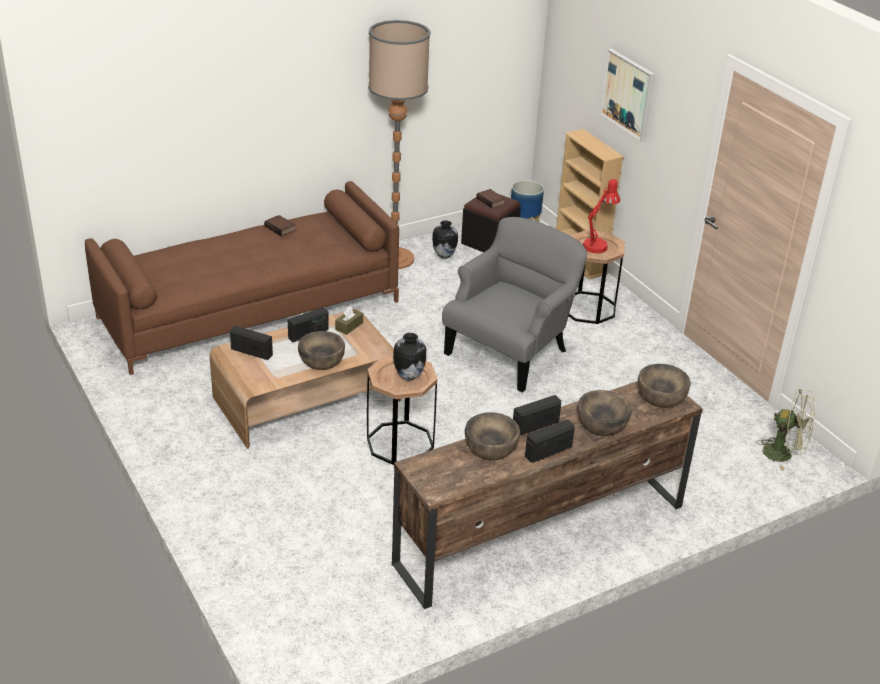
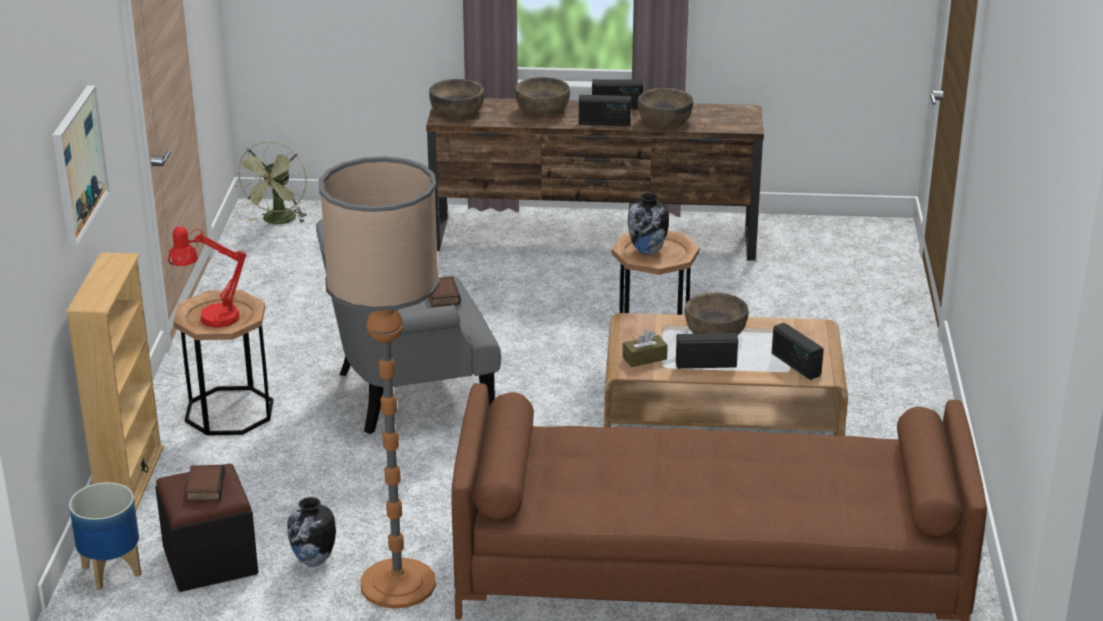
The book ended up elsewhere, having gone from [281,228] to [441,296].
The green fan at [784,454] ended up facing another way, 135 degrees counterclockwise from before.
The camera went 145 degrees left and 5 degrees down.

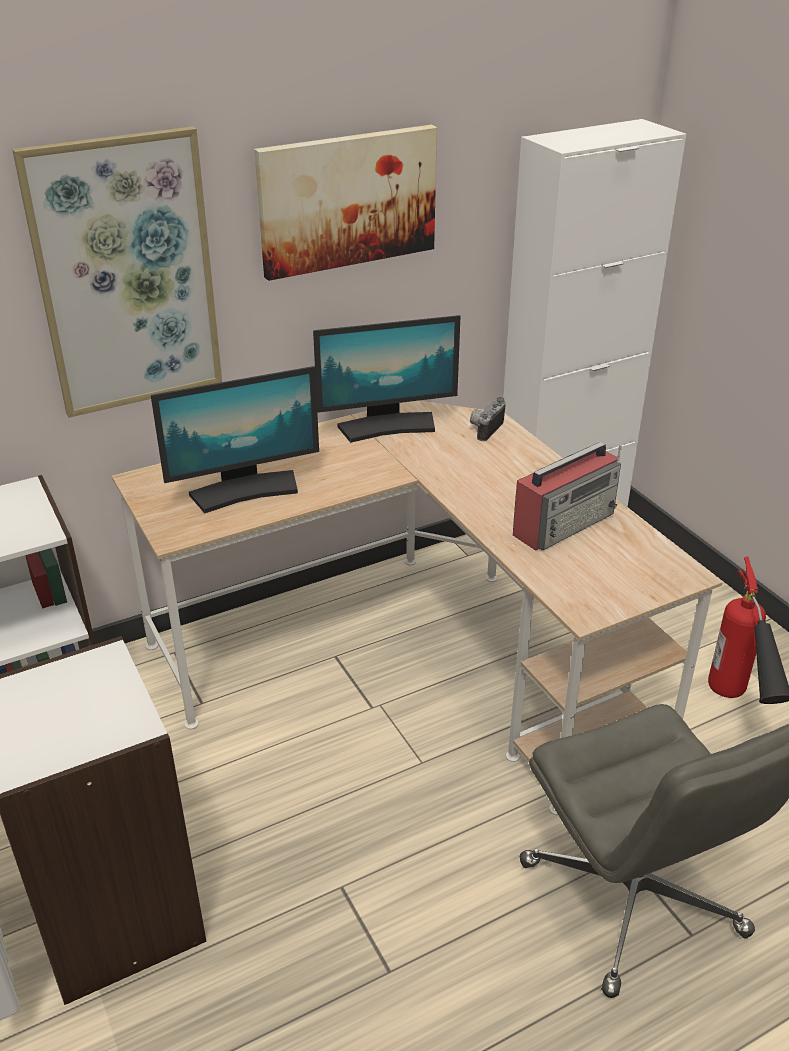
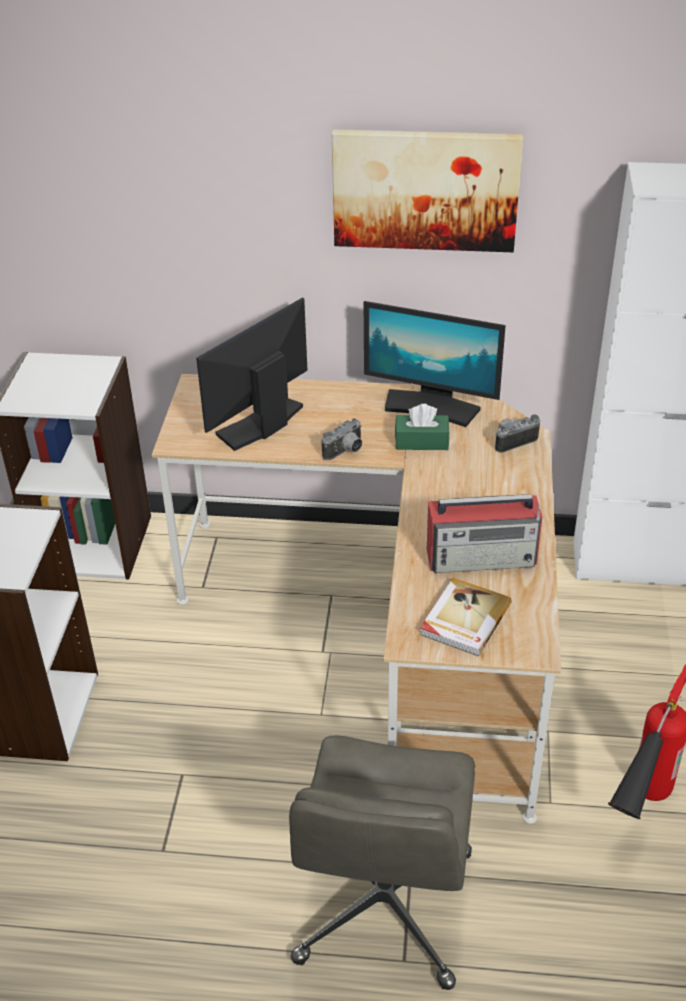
The second view lost the picture at [126,275].
The second view gained the photo camera at [346,452].
The second view gained the green tissue box at [421,441].
The second view gained the book at [464,619].
The monitor at [245,490] ended up facing another way, 120 degrees clockwise from before.
The camera went 35 degrees right and 5 degrees up.

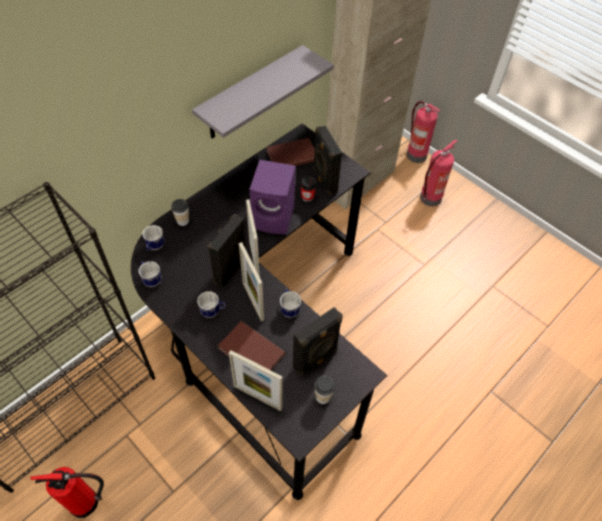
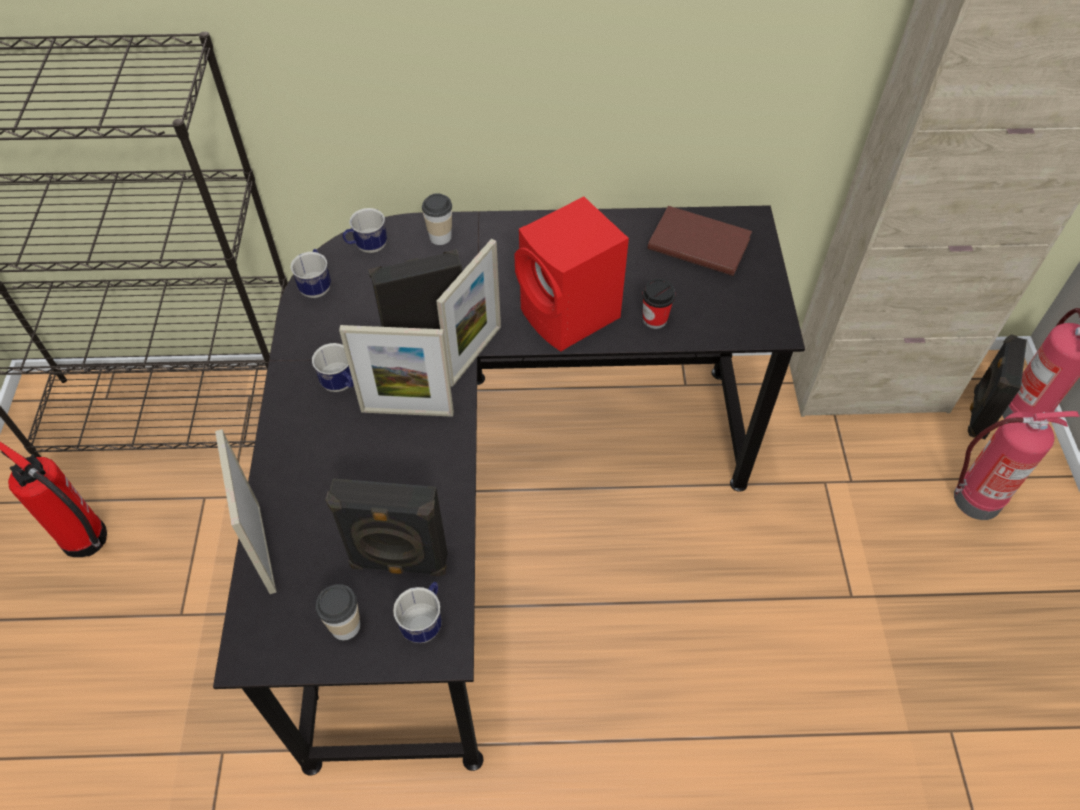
The second view lost the grey shelf at [250,94].
The second view lost the brown book at [251,353].
The mug ended up elsewhere, having gone from [289,308] to [425,621].
The black speaker ended up elsewhere, having gone from [324,180] to [977,413].
What was the purple speaker at [275,217] turned into the red speaker at [571,316].
The picture frame at [253,301] ended up facing another way, 105 degrees counterclockwise from before.
The camera went 45 degrees right and 0 degrees up.

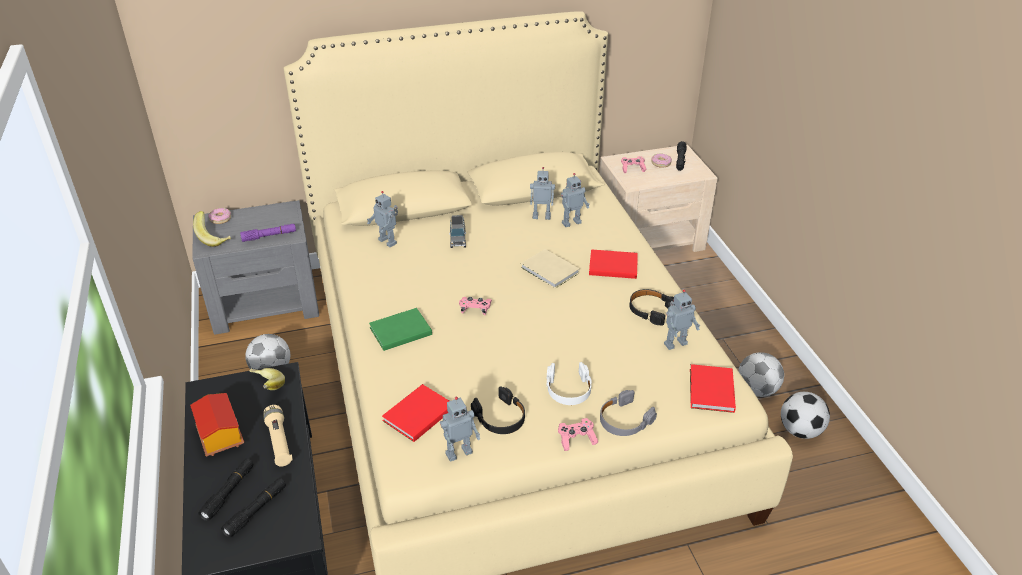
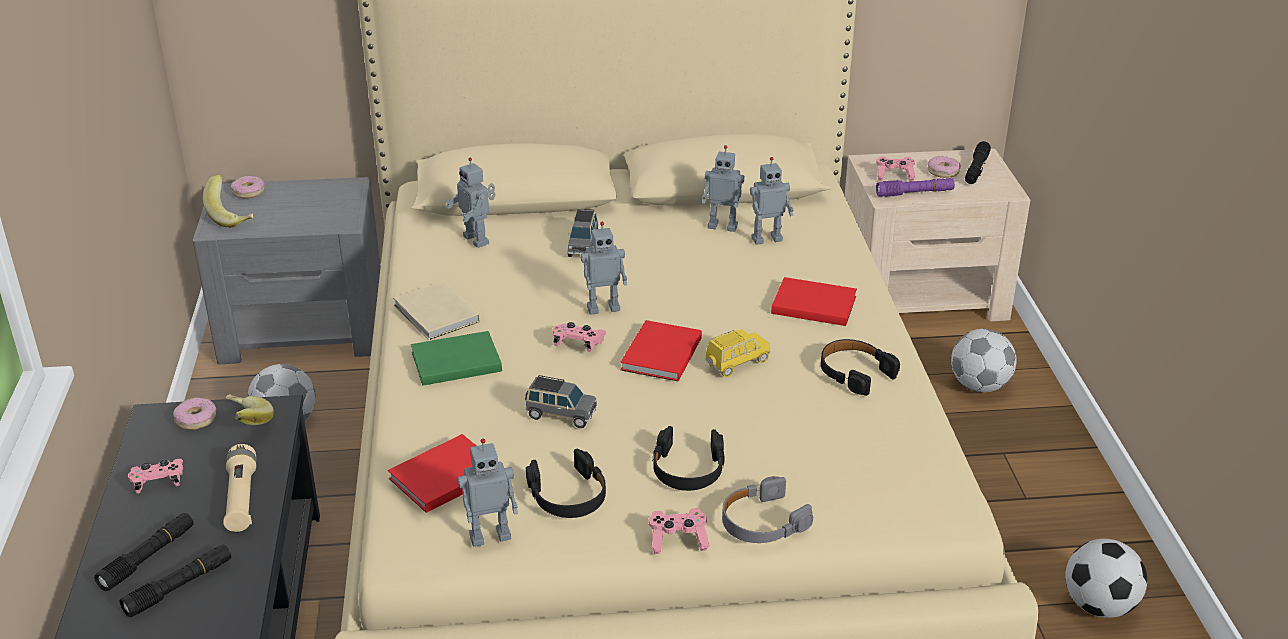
The second view gained the donut at [195,419].
The second view gained the grey toy car at [560,415].
The second view gained the yellow toy car at [736,363].
The purple flashlight ended up elsewhere, having gone from [269,236] to [915,193].
The beige book ended up elsewhere, having gone from [550,271] to [436,315].
The toy robot ended up elsewhere, having gone from [675,343] to [603,308].
The red book ended up elsewhere, having gone from [710,391] to [659,355].
The football ended up elsewhere, having gone from [757,390] to [979,386].
Where the toy house stood at [219,437], the pink game controller came to stand at [158,482].
What was the white headphones at [568,389] turned into the black headphones at [688,469].
The camera went 10 degrees right and 5 degrees down.

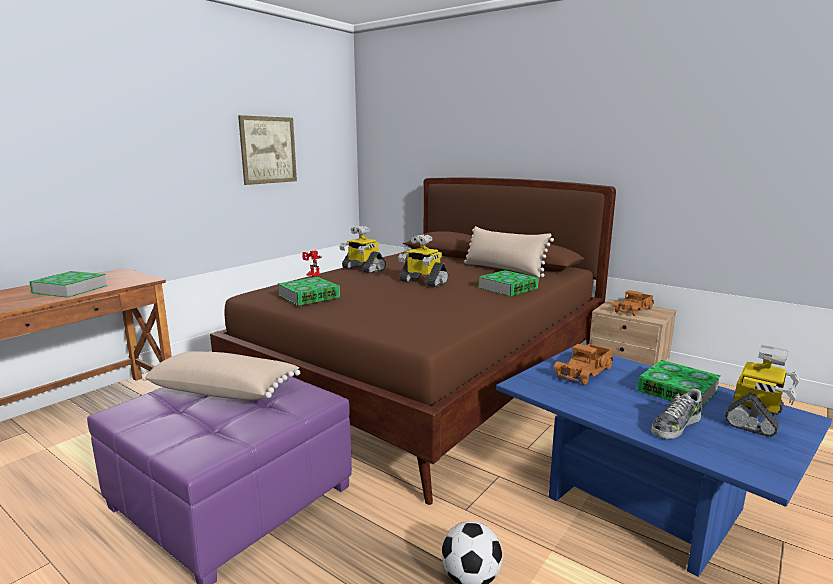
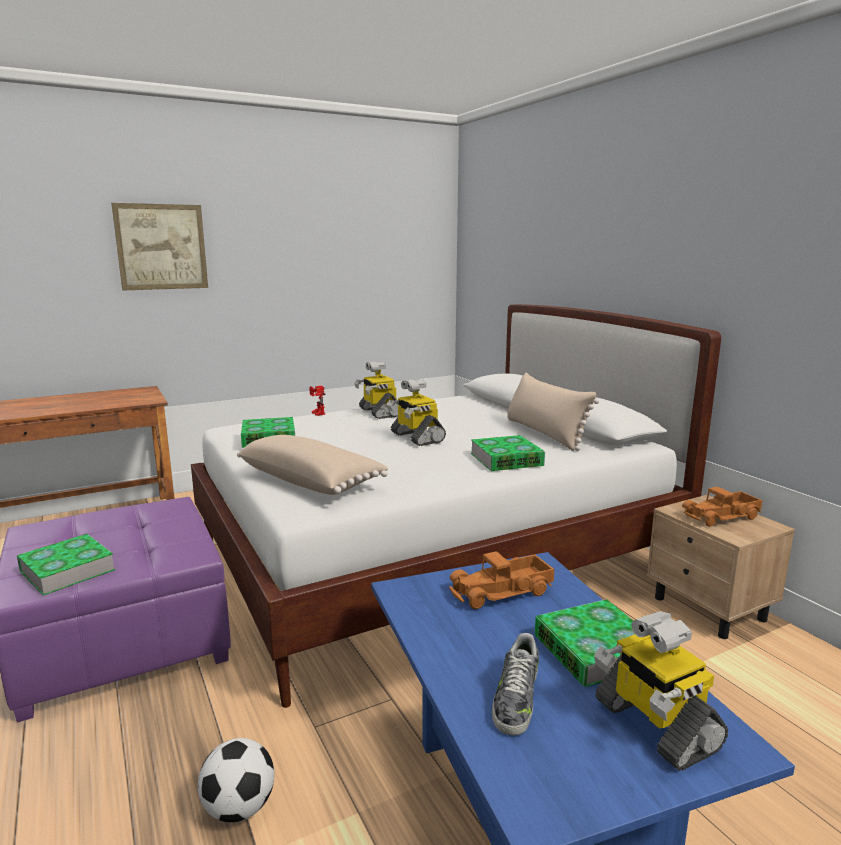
The book ended up elsewhere, having gone from [70,289] to [67,570].
The beige pillow ended up elsewhere, having gone from [225,390] to [311,481].
The picture ended up elsewhere, having gone from [268,150] to [161,247].
What was the brown bed at [430,379] turned into the white bed at [433,558].
The shoe at [675,425] ended up facing another way, 60 degrees counterclockwise from before.
The toy robot at [755,418] ended up facing another way, 90 degrees clockwise from before.
The camera went 25 degrees right and 0 degrees up.

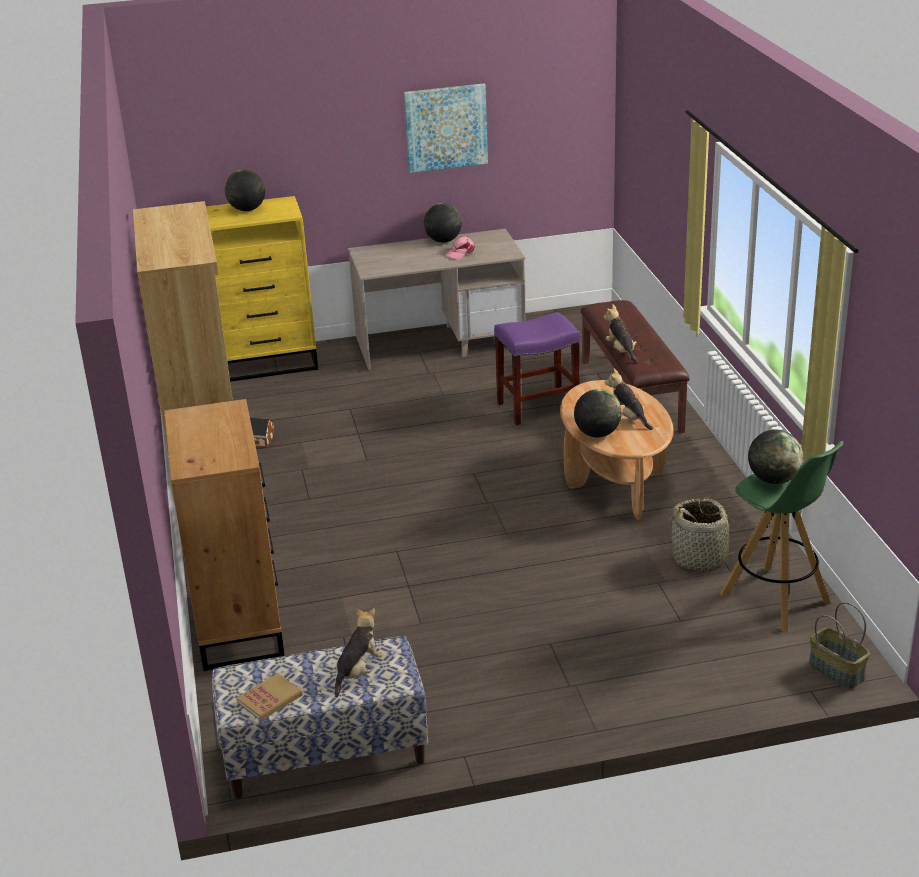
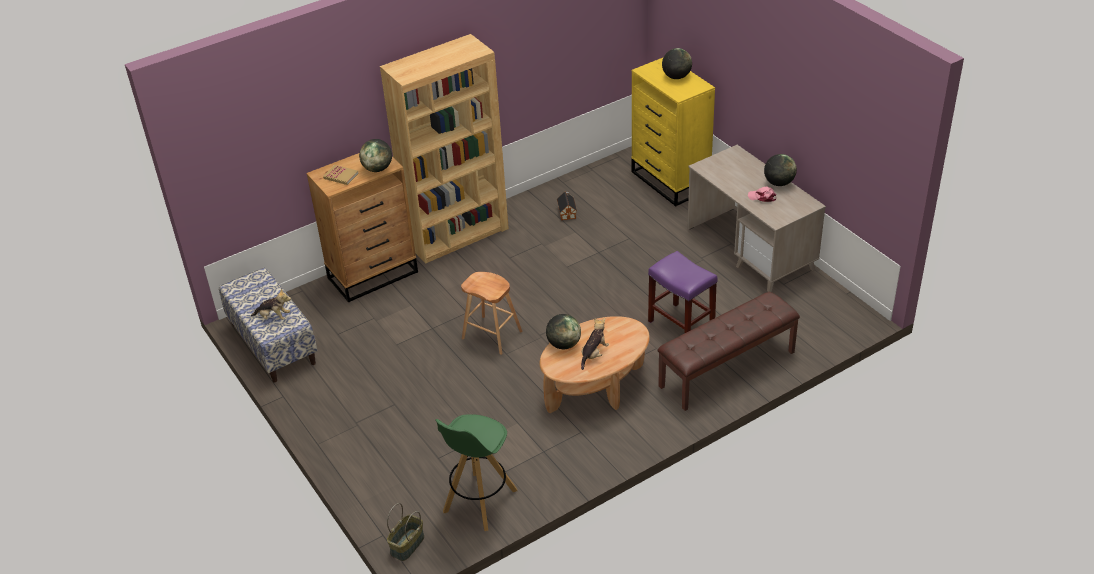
The second view lost the picture at [446,127].
The second view lost the plush toy at [621,351].
The second view lost the basket at [700,559].
The second view gained the brown stool at [491,335].
The book ended up elsewhere, having gone from [269,699] to [341,176].
The globe ended up elsewhere, having gone from [773,480] to [377,169].
The camera went 70 degrees right and 10 degrees up.

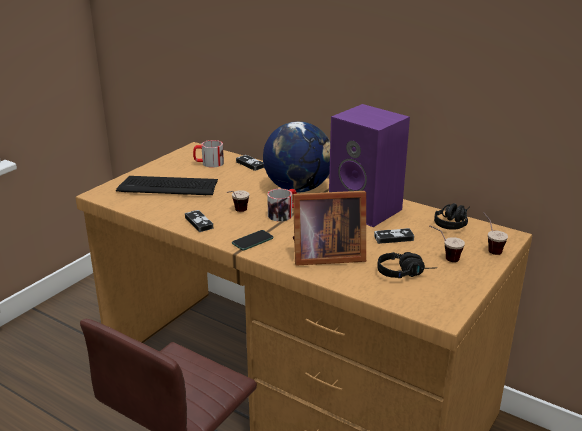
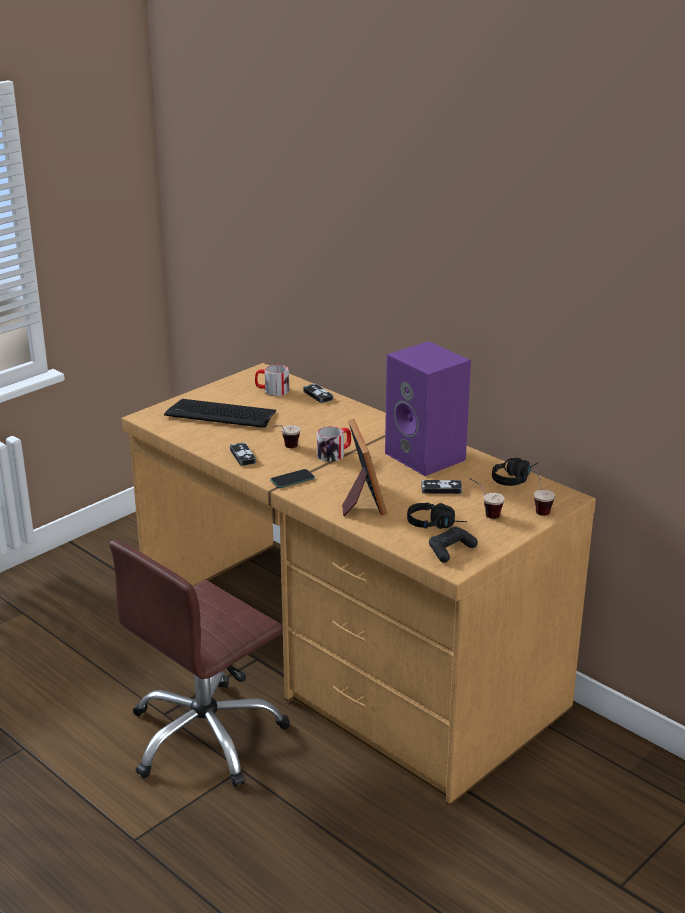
The second view lost the globe at [298,188].
The second view gained the black game controller at [450,550].
The picture frame at [325,255] ended up facing another way, 105 degrees counterclockwise from before.
The camera went 10 degrees right and 0 degrees up.

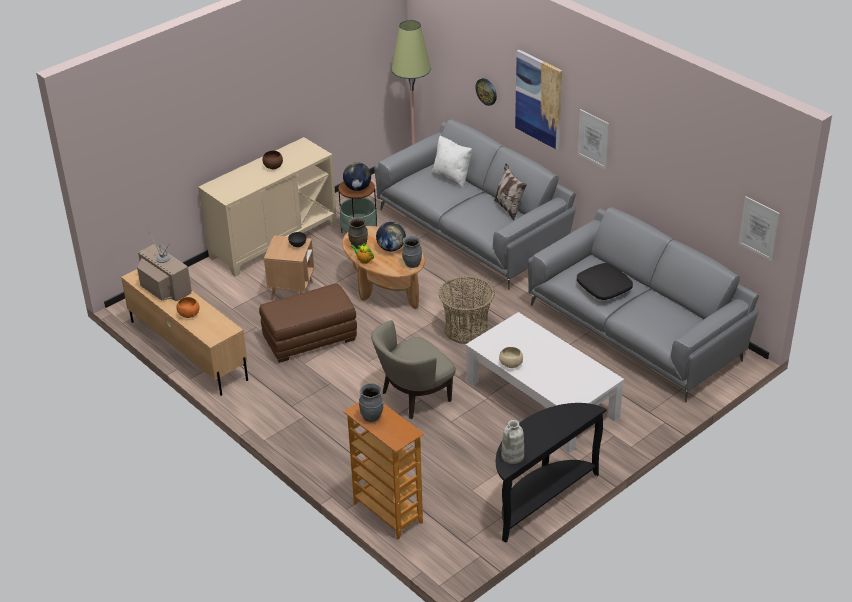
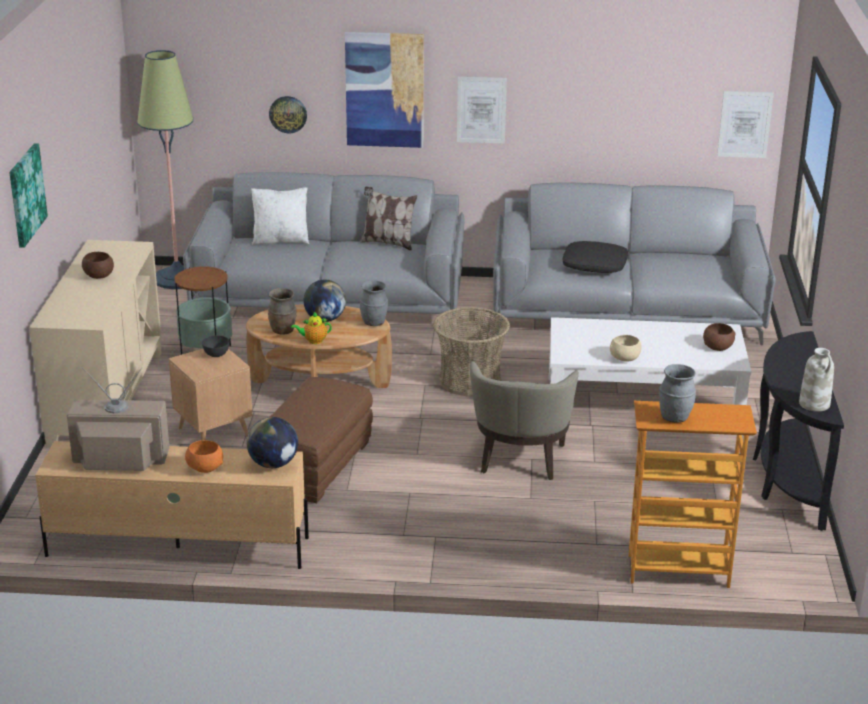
The second view gained the picture at [26,194].
The second view gained the brown bowl at [718,347].
The globe ended up elsewhere, having gone from [357,188] to [273,464].
The camera went 45 degrees left and 10 degrees down.

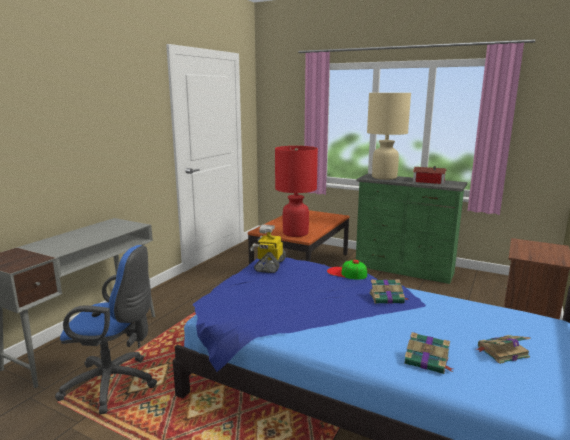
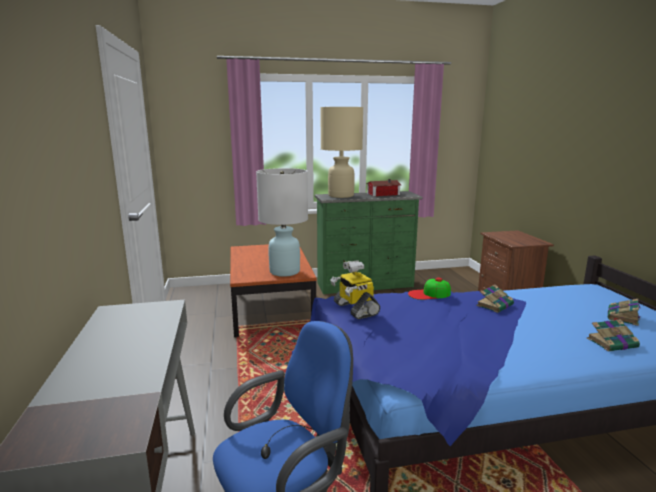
What was the red table lamp at [295,233] turned into the white table lamp at [285,272].
The camera went 40 degrees left and 0 degrees up.

